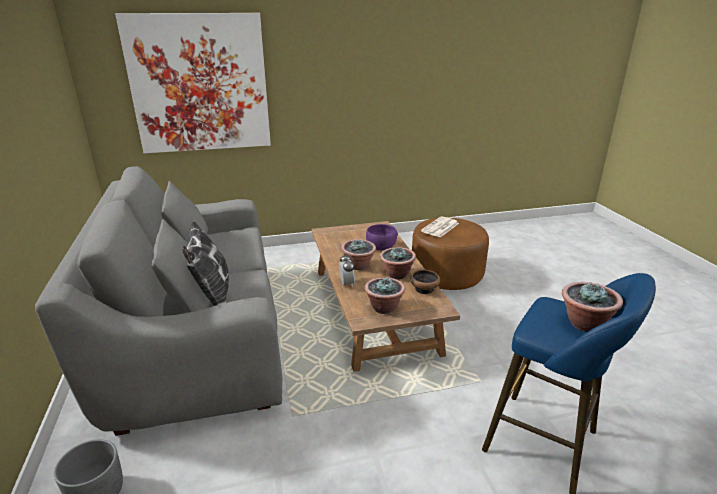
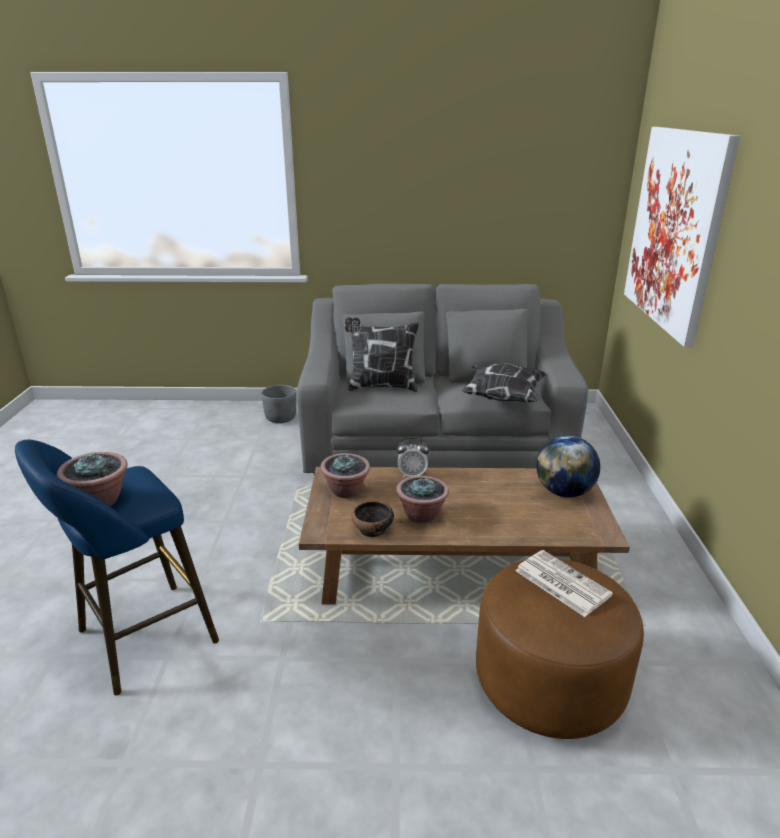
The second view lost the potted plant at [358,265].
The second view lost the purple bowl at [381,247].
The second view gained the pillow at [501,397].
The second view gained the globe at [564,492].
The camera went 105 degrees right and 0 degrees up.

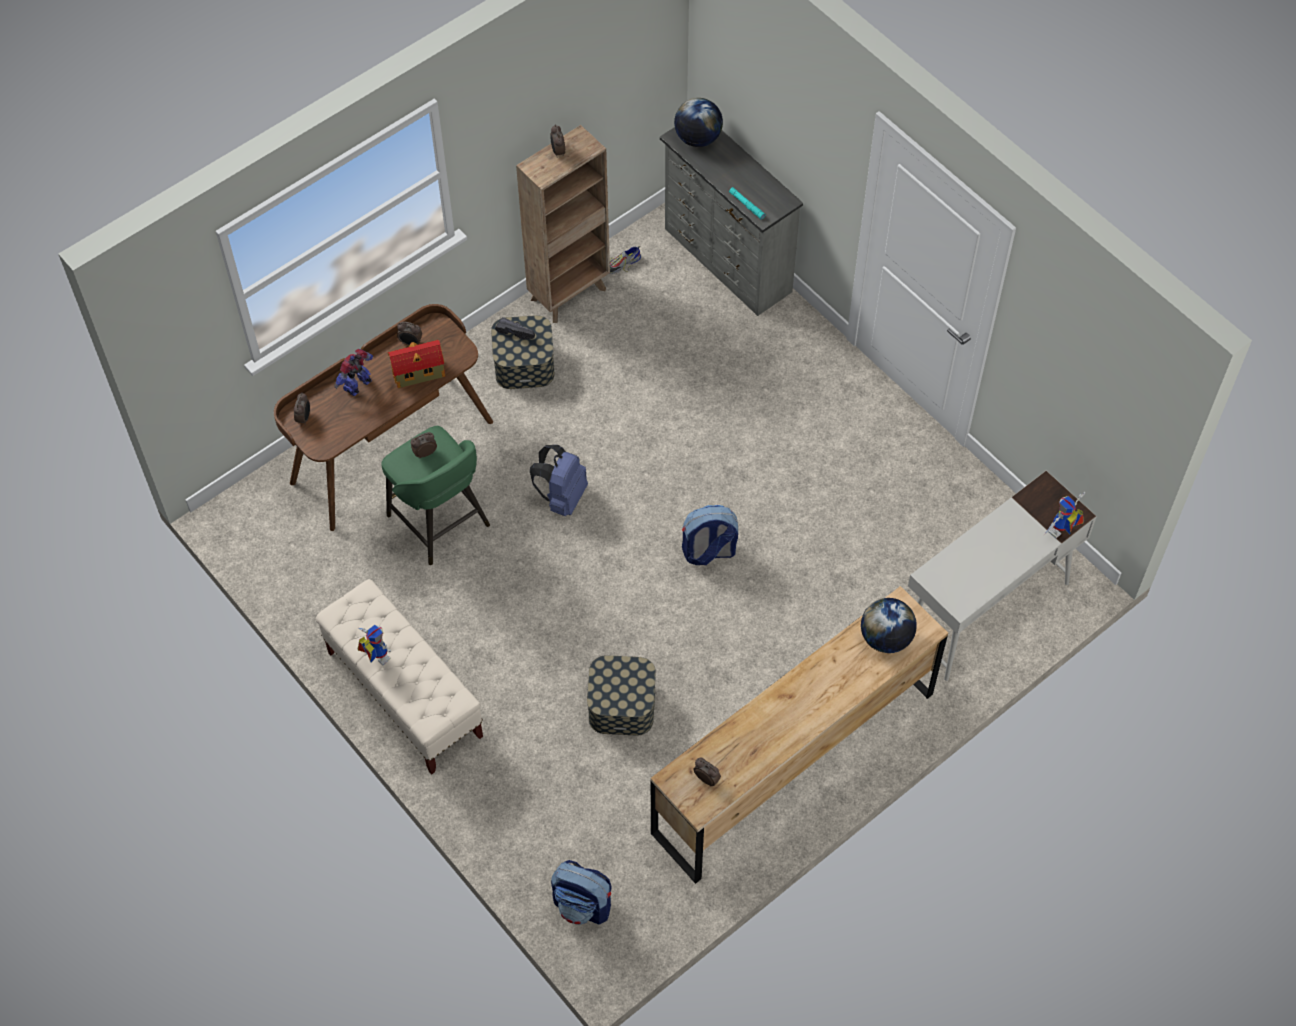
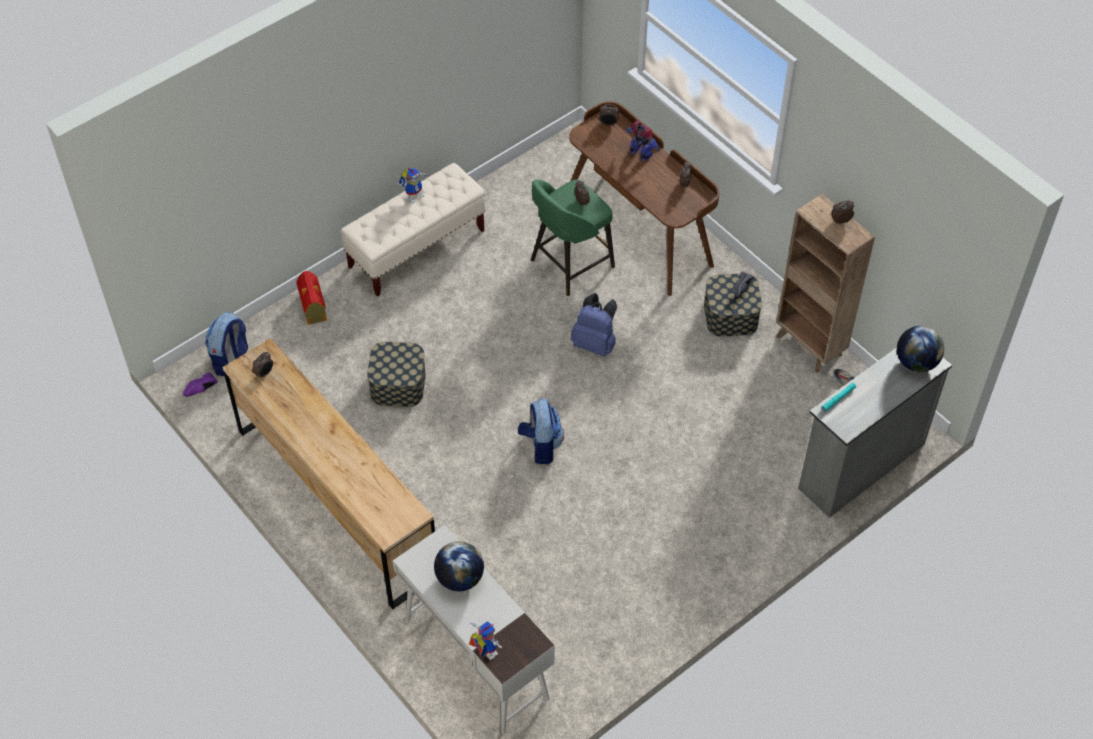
The second view gained the purple shoe at [202,390].
The toy house ended up elsewhere, having gone from [420,373] to [313,308].
The globe ended up elsewhere, having gone from [886,638] to [459,578].
The camera went 90 degrees right and 5 degrees down.

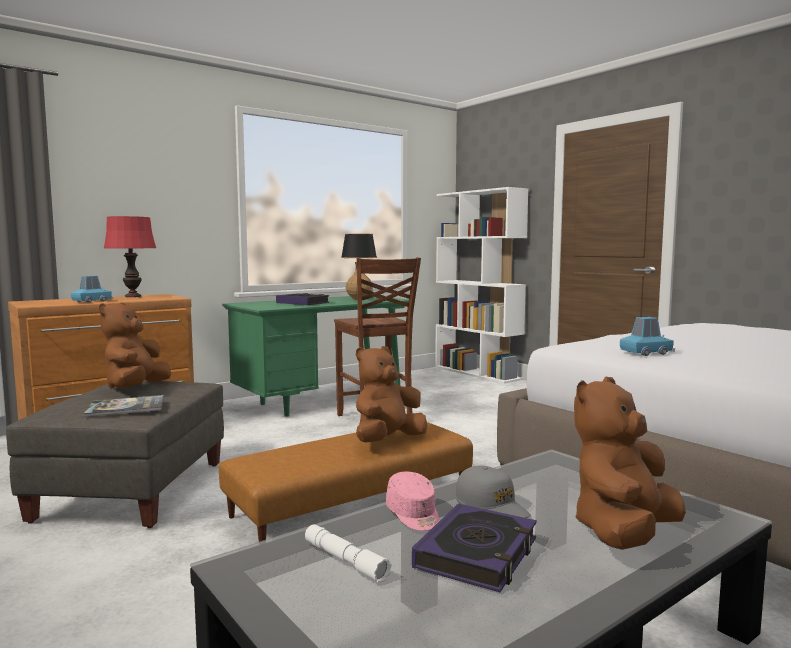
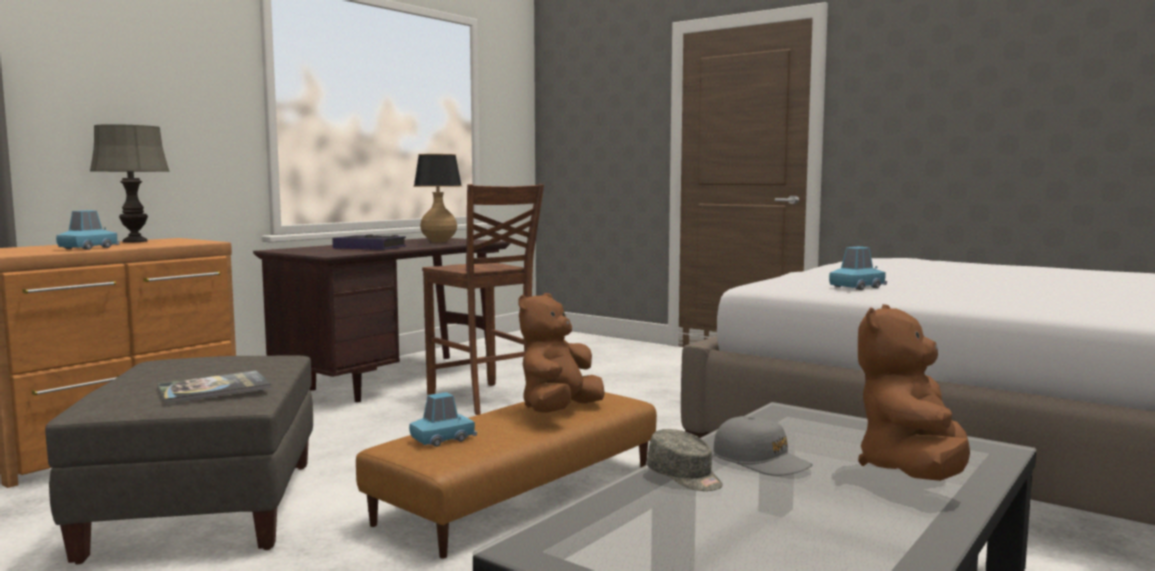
The second view lost the brown plush toy at [136,388].
The second view lost the white flashlight at [345,561].
The second view lost the book at [477,554].
The second view lost the white bookcase at [477,373].
The second view gained the blue toy car at [443,439].
What was the red table lamp at [133,296] turned into the grey table lamp at [135,241].
What was the green desk at [322,401] turned into the brown desk at [394,380].
What was the pink cap at [414,515] turned into the grey cap at [685,477].
The camera went 15 degrees left and 0 degrees up.

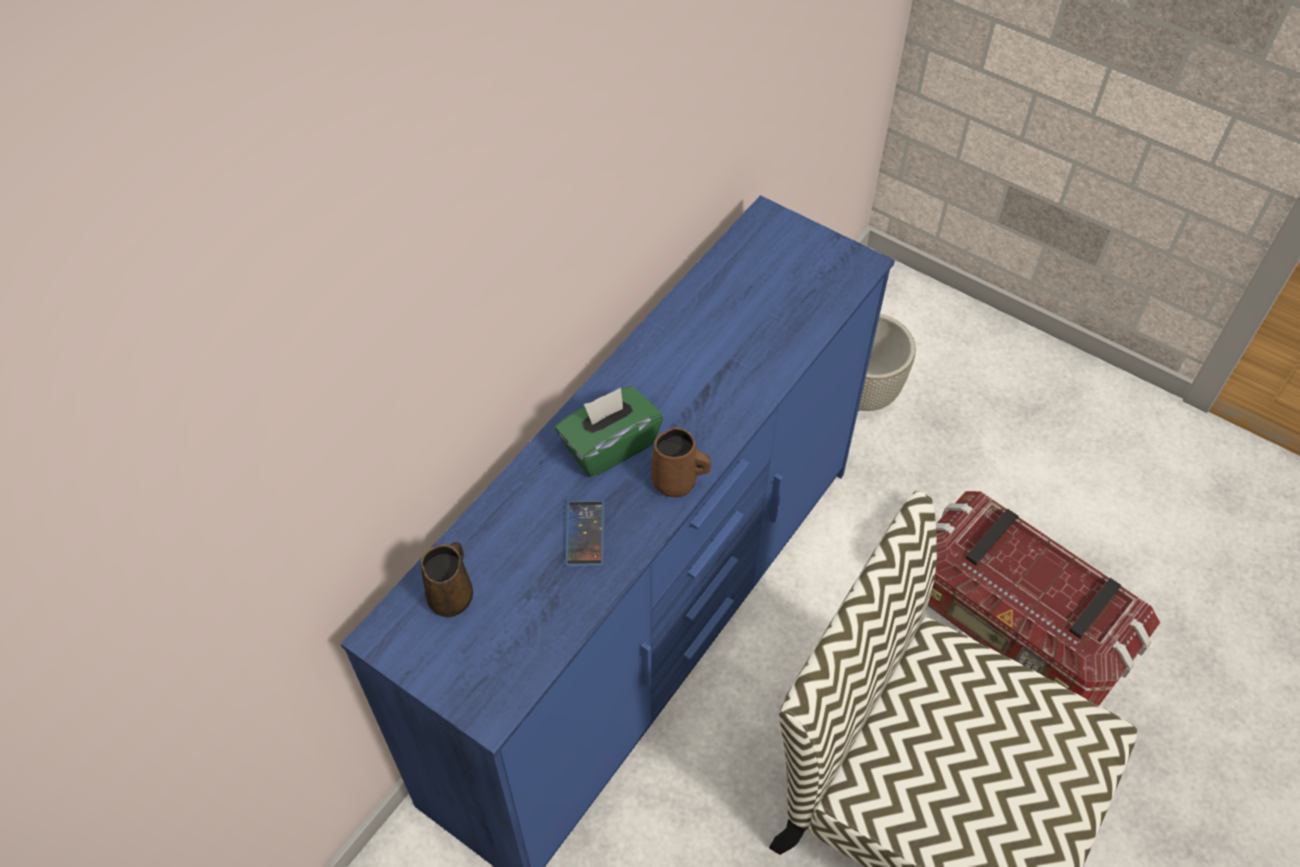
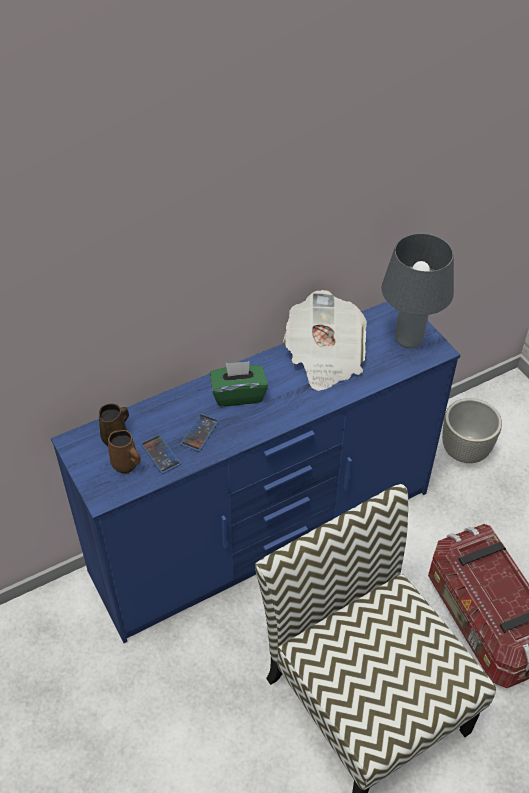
The second view gained the phone at [160,454].
The second view gained the newspaper at [324,357].
The second view gained the grey table lamp at [407,340].
The brown mug ended up elsewhere, having gone from [677,483] to [126,465].
The camera went 25 degrees right and 5 degrees down.

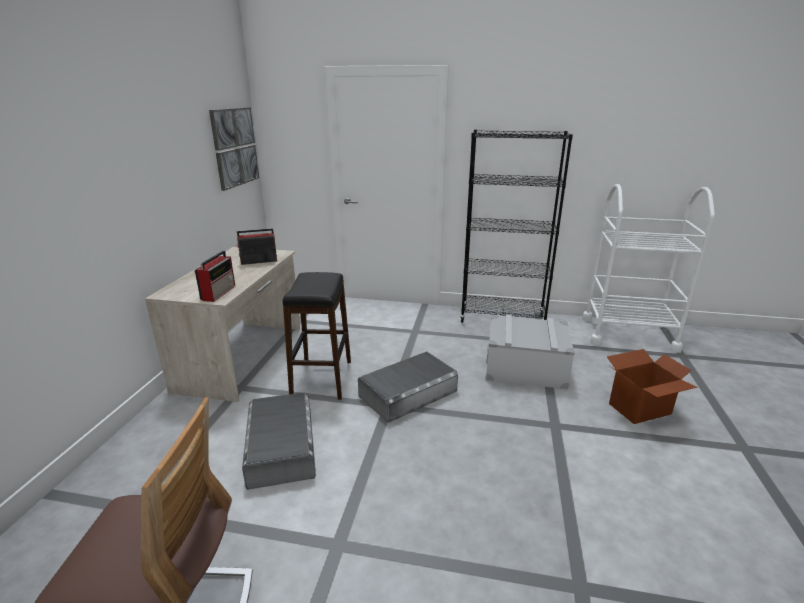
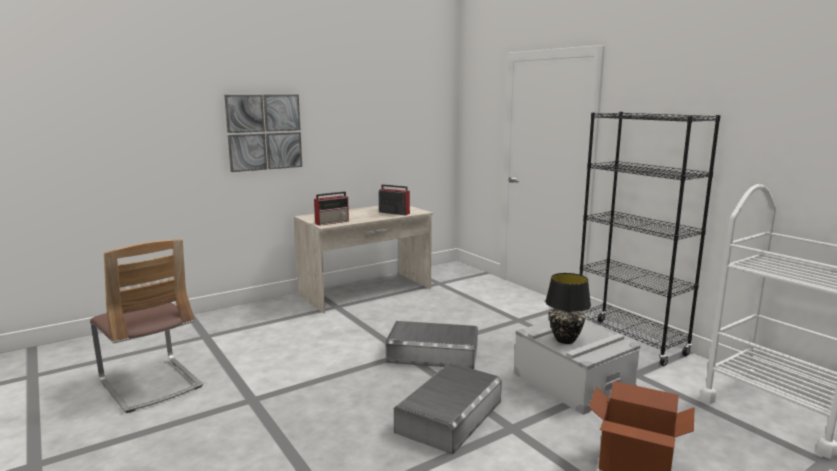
The second view lost the black stool at [322,379].
The second view gained the black table lamp at [565,340].
The picture ended up elsewhere, having gone from [235,147] to [264,132].
The grey storage box ended up elsewhere, having gone from [281,446] to [449,416].
The camera went 45 degrees right and 10 degrees down.

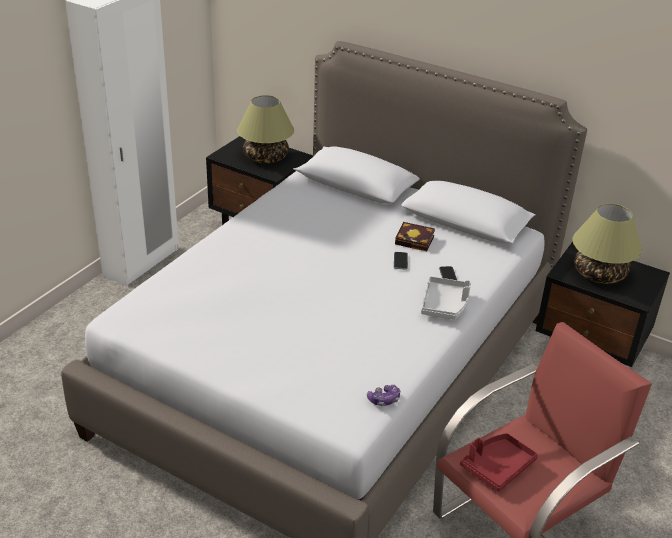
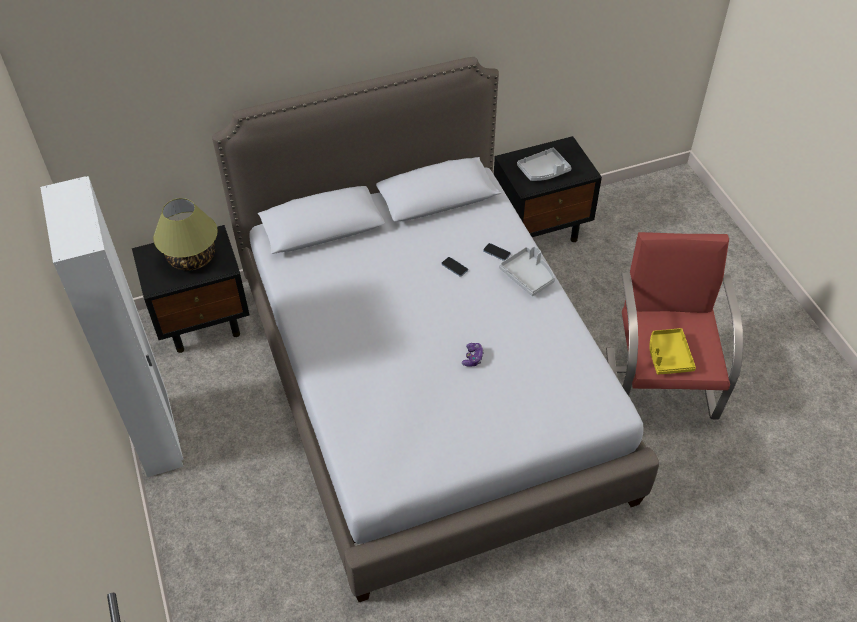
The second view lost the book at [416,240].
The game controller ended up elsewhere, having gone from [384,400] to [473,358].
Where the table lamp stood at [599,274], the grey tray came to stand at [543,171].
What was the red tray at [497,467] turned into the yellow tray at [668,356].
The camera went 50 degrees left and 15 degrees up.

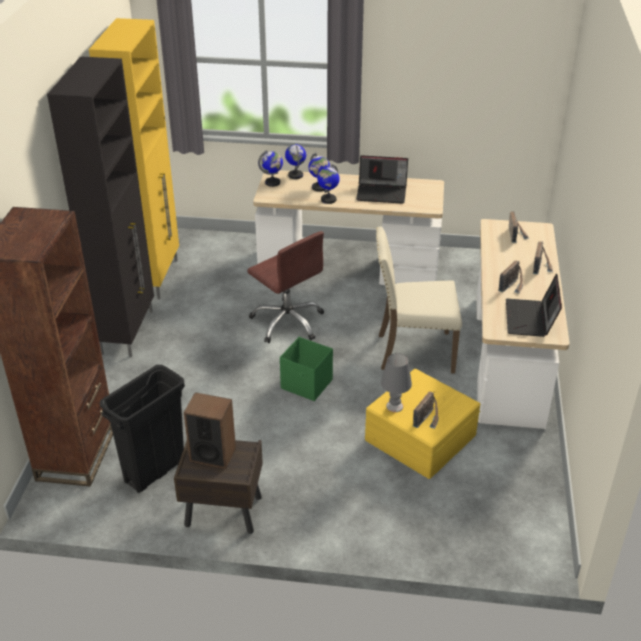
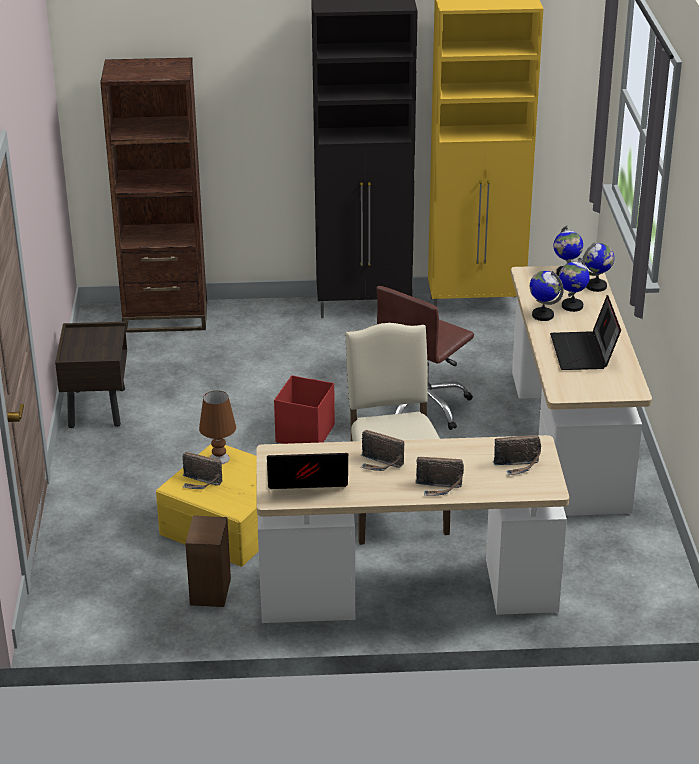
The second view lost the black trash can at [154,471].
The speaker ended up elsewhere, having gone from [212,454] to [211,591].
What was the green storage box at [307,385] turned into the red storage box at [304,434].
What was the grey table lamp at [394,406] turned into the brown table lamp at [219,458].
The camera went 80 degrees right and 5 degrees down.

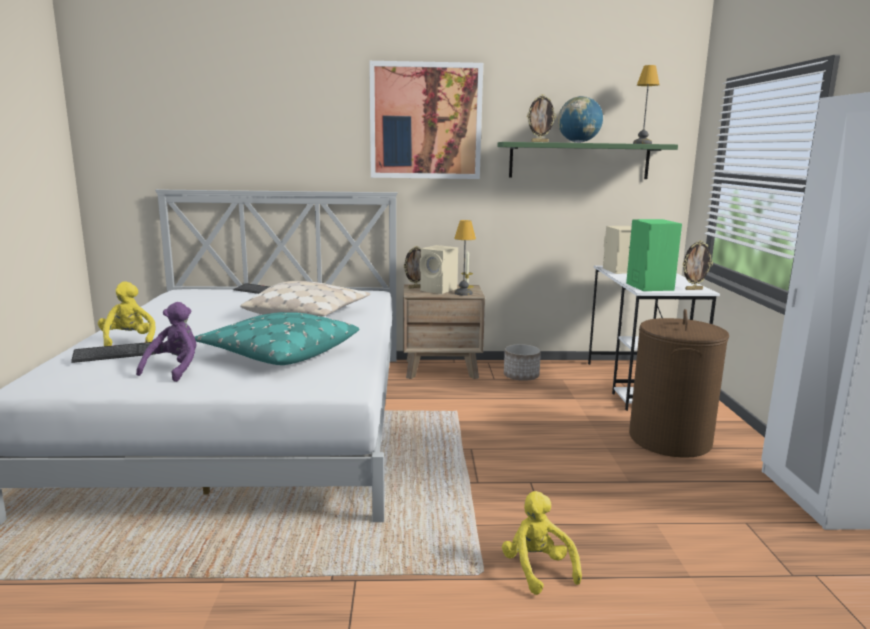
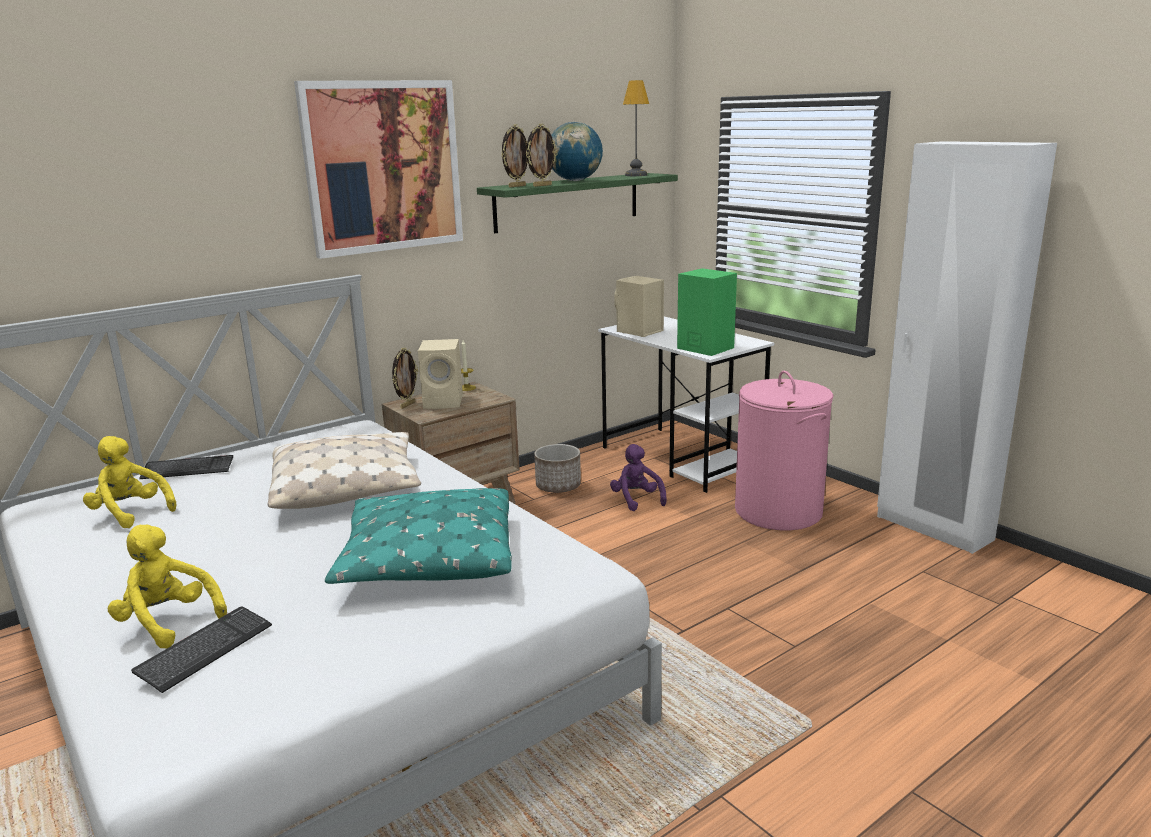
The second view lost the table lamp at [464,293].
The purple plush toy ended up elsewhere, having gone from [175,369] to [636,500].
The yellow plush toy ended up elsewhere, having gone from [537,569] to [130,513].
The picture frame ended up elsewhere, having gone from [693,289] to [516,186].
What was the brown laundry basket at [670,439] turned into the pink laundry basket at [779,511].
The camera went 35 degrees left and 5 degrees up.

